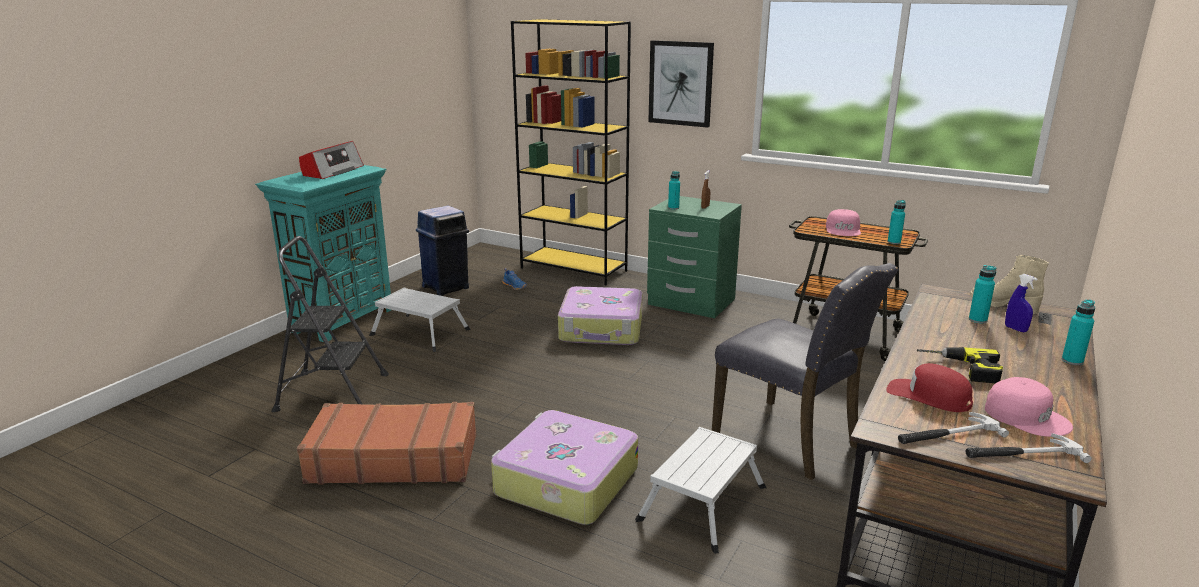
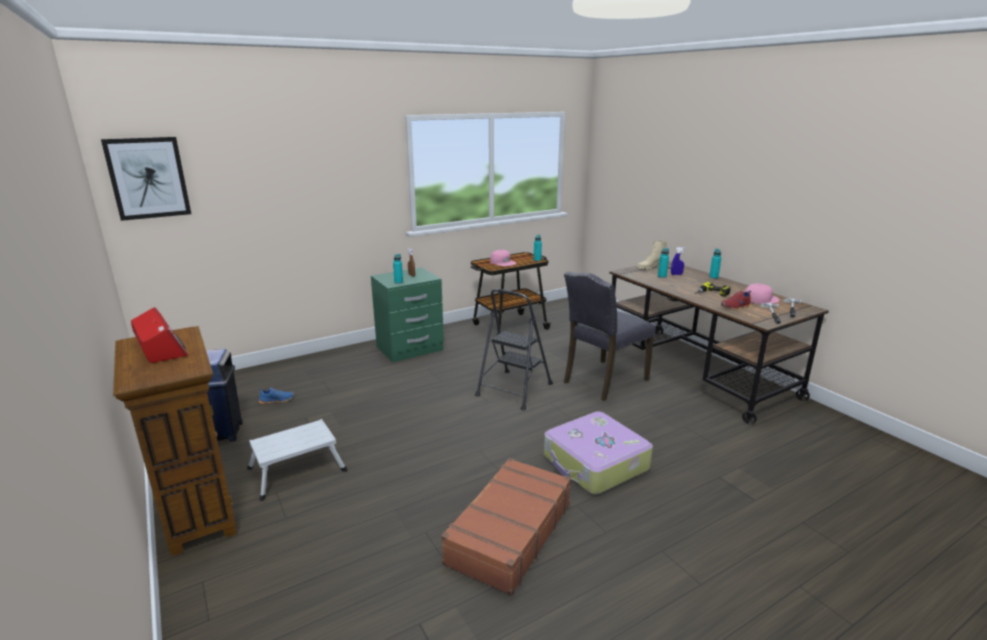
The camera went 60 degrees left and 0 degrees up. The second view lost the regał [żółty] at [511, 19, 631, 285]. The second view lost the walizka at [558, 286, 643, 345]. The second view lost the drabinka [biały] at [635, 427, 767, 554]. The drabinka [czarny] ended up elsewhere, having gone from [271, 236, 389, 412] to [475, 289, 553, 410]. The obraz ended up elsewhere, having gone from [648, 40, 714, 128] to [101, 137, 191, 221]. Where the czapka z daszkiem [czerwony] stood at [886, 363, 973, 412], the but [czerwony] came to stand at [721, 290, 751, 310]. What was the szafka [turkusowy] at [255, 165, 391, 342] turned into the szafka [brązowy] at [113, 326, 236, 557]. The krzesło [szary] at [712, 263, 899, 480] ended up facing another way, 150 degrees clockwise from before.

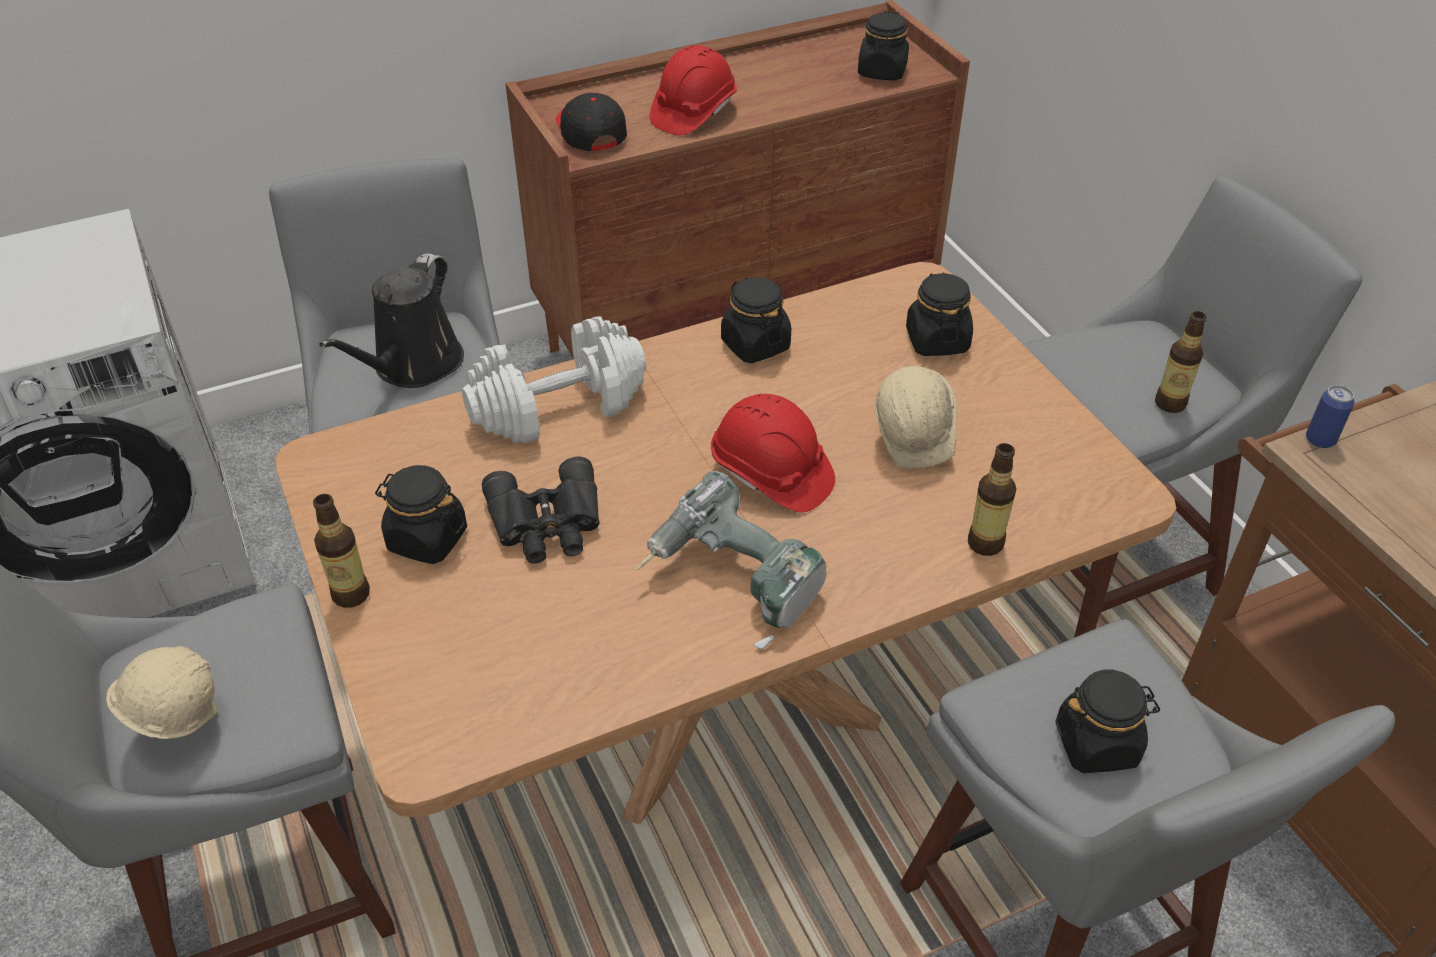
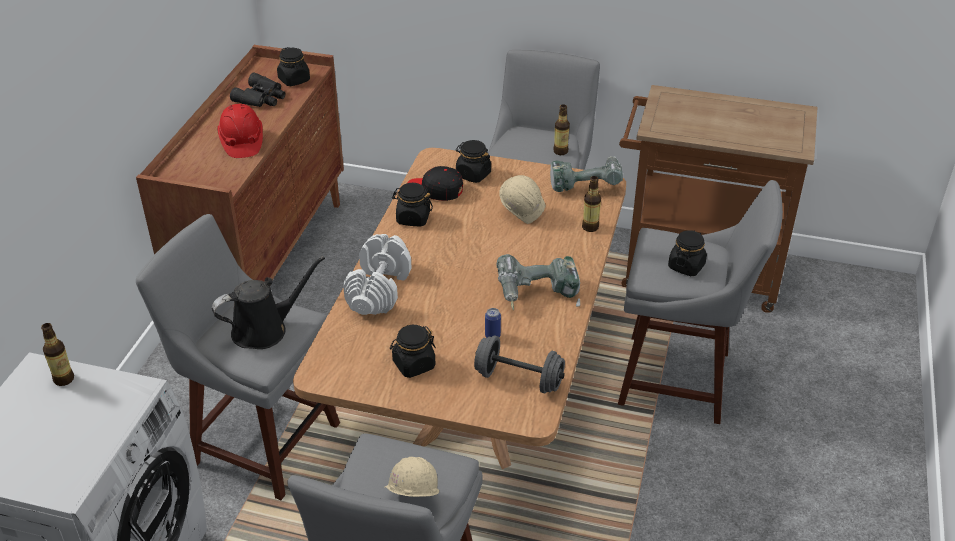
The camera went 50 degrees left and 5 degrees down. The second view lost the kask [czerwony] at [711, 394, 835, 513]. The second view gained the hantel [szary] at [474, 335, 565, 394]. The second view gained the wiertarka at [550, 156, 623, 192]. The butelka ended up elsewhere, having gone from [313, 494, 370, 608] to [41, 323, 74, 386]. The lornetka [czarny] ended up elsewhere, having gone from [482, 457, 600, 564] to [230, 72, 285, 107]. The czapka z daszkiem [czarny] ended up elsewhere, having gone from [556, 93, 627, 151] to [407, 166, 463, 201]. The puszka ended up elsewhere, having gone from [1306, 385, 1355, 448] to [485, 308, 501, 338]. The konewka [czarny] at [320, 253, 464, 388] ended up facing another way, 90 degrees counterclockwise from before.

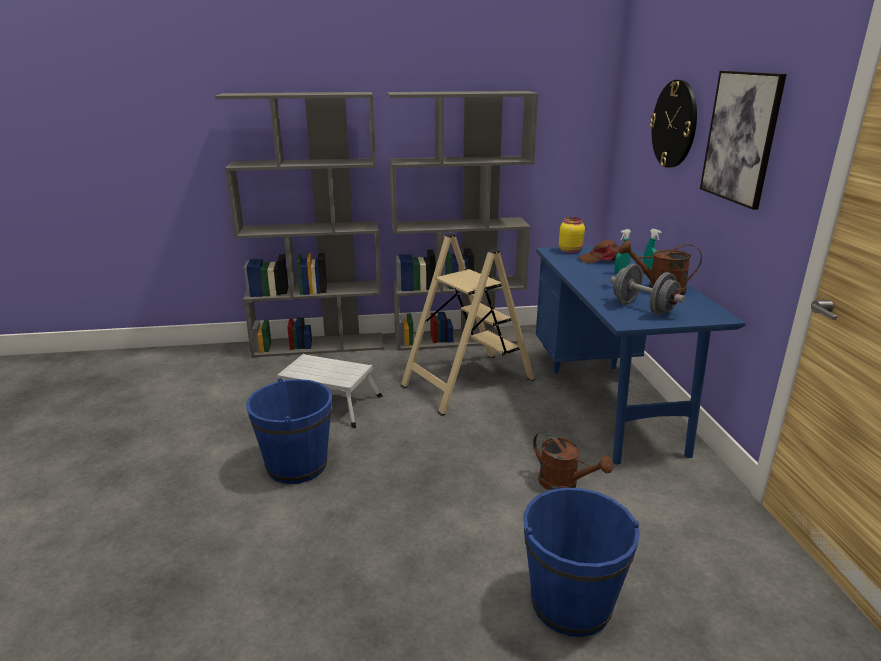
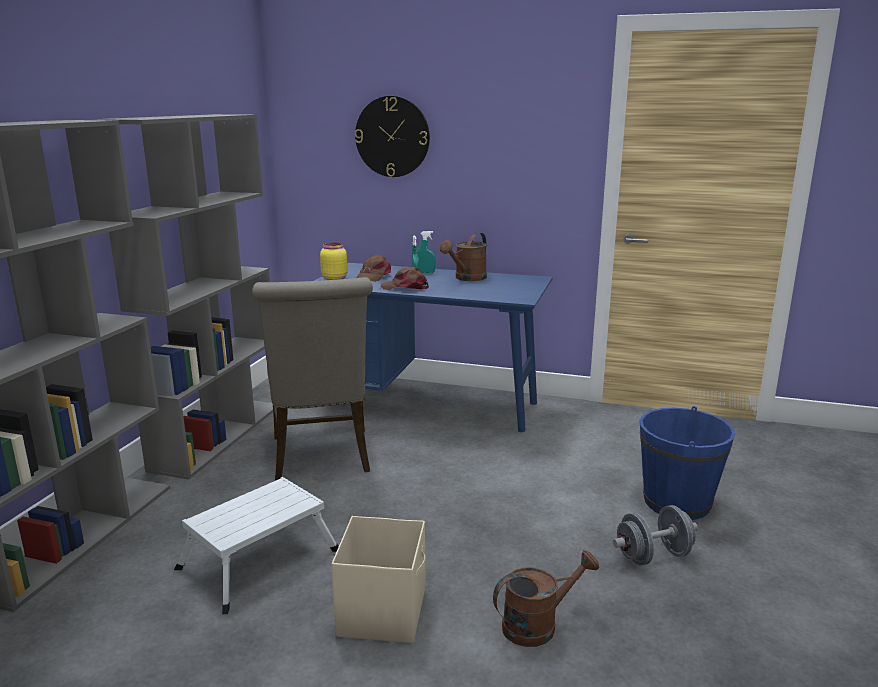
The camera went 65 degrees left and 5 degrees down. The second view lost the obraz at [700, 71, 787, 210]. The second view gained the czapka z daszkiem [brązowy] at [380, 267, 429, 290]. The konewka [brązowy] ended up elsewhere, having gone from [533, 431, 613, 490] to [493, 550, 599, 647]. The hantel [szary] ended up elsewhere, having gone from [610, 264, 685, 315] to [613, 505, 698, 566]. Where the wiadro [niebieski] stood at [246, 378, 332, 484], the pojemnik do przechowywania [beżowy] came to stand at [331, 516, 426, 643]. Where the drabinka [beżowy] stood at [400, 233, 535, 416], the krzesło [beżowy] came to stand at [252, 277, 373, 480].

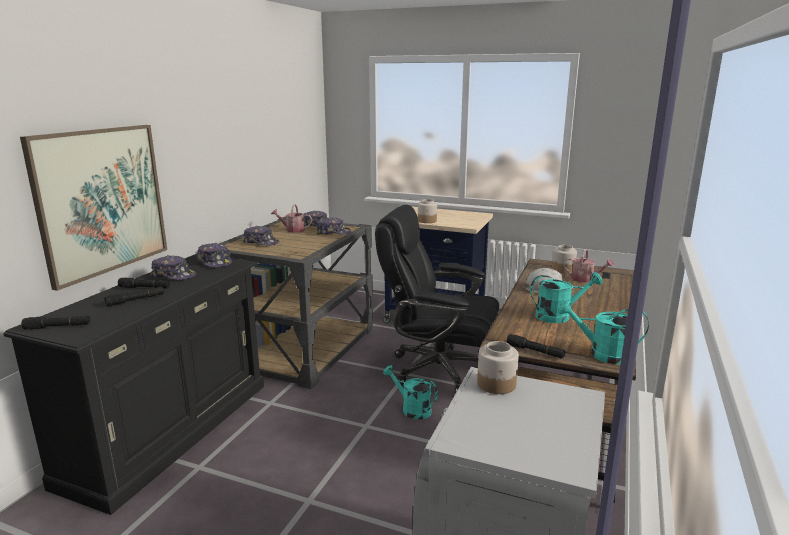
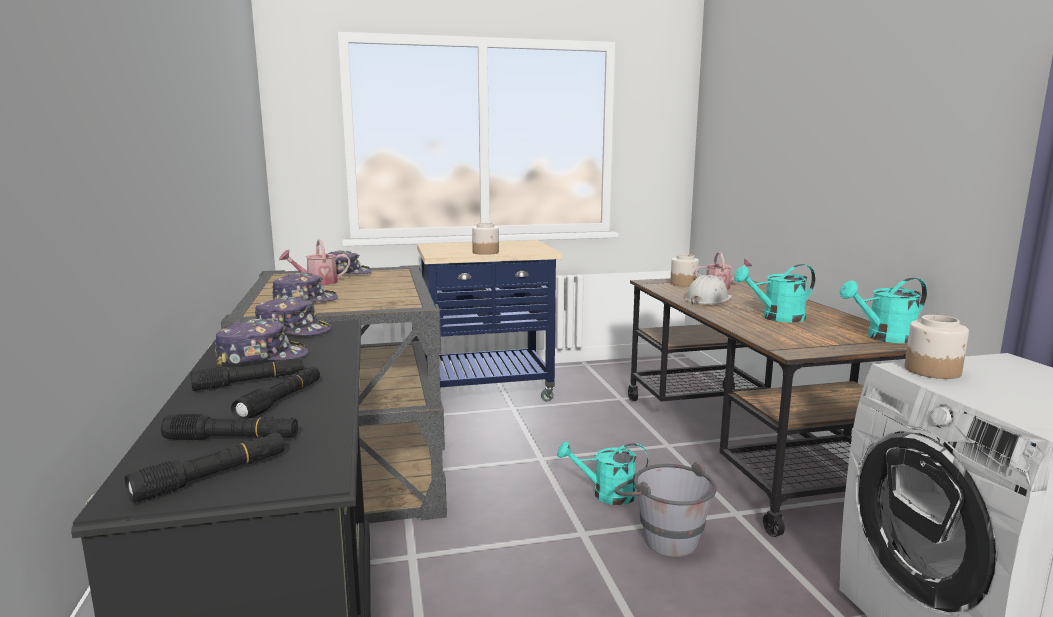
The camera went 35 degrees left and 5 degrees down. The second view lost the obraz at [20, 125, 167, 291]. The second view lost the czapka z daszkiem at [317, 217, 351, 235]. The second view lost the krzesło biurowe [czarny] at [375, 205, 499, 394]. The second view gained the wiadro [szary] at [615, 461, 717, 557]. The latarka [czarny] ended up elsewhere, having gone from [507, 334, 565, 358] to [161, 414, 298, 440]. The konewka [turkusowy] at [530, 272, 603, 323] ended up facing another way, 150 degrees counterclockwise from before.

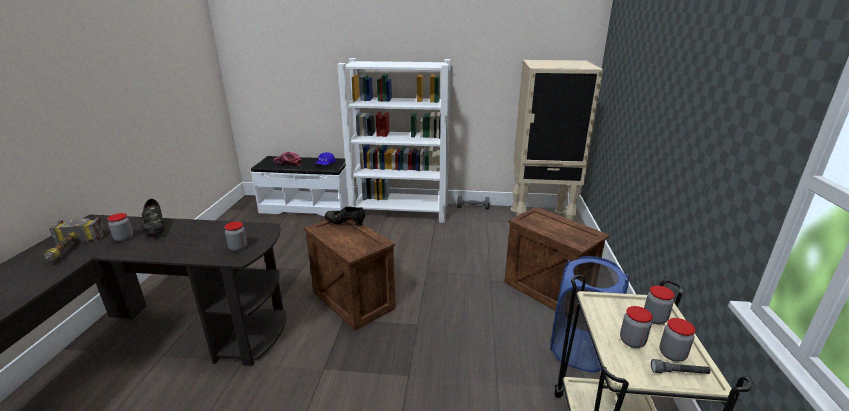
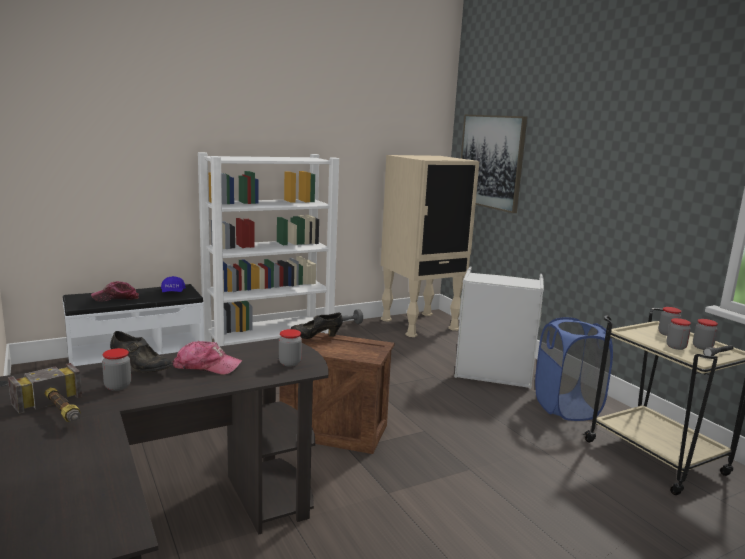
The camera went 35 degrees left and 10 degrees down. The second view gained the czapka z daszkiem at [173, 341, 242, 374]. The second view gained the obraz at [461, 115, 527, 213]. Where the skrzynka stood at [504, 207, 610, 311], the kosz na pranie [szary] came to stand at [454, 266, 544, 389].

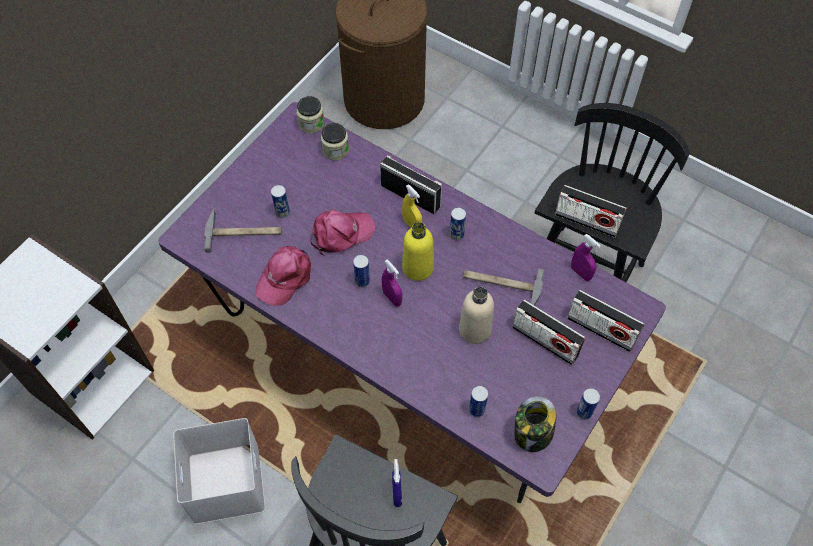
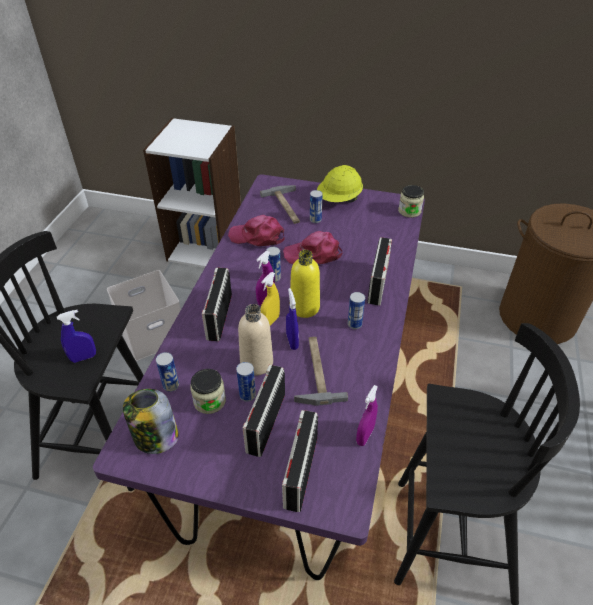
The camera went 70 degrees right and 15 degrees down. The second view gained the spryskiwacz [niebieski] at [286, 288, 299, 350]. The second view gained the kask [żółty] at [317, 165, 363, 202]. The słoik ended up elsewhere, having gone from [321, 123, 349, 160] to [190, 369, 226, 414]. The spryskiwacz [żółty] ended up elsewhere, having gone from [402, 184, 422, 228] to [260, 272, 280, 326]. The radio ended up elsewhere, having gone from [555, 185, 627, 238] to [202, 268, 232, 341]. The puszka ended up elsewhere, having gone from [576, 388, 600, 420] to [236, 362, 256, 402]. The czapka z daszkiem [różowy] at [311, 210, 375, 256] ended up facing another way, 135 degrees clockwise from before.

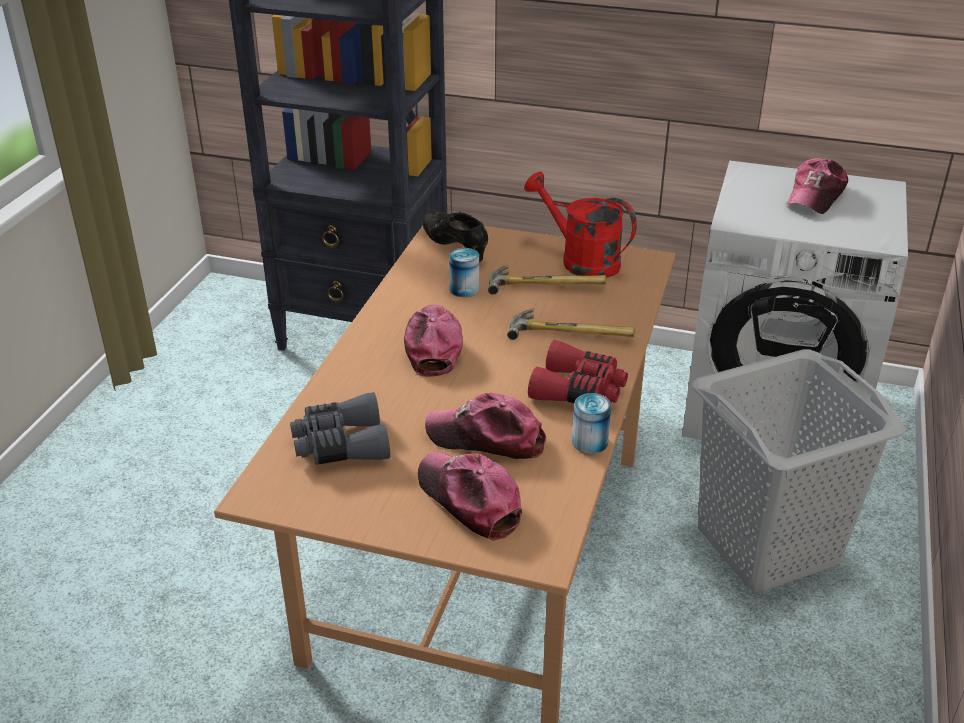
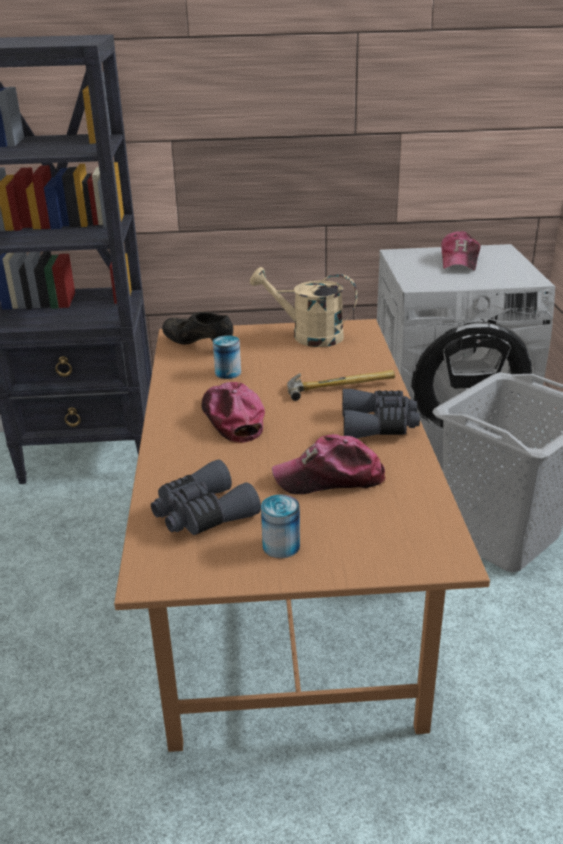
The camera went 20 degrees left and 5 degrees down. The second view lost the czapka z daszkiem at [418, 451, 522, 541]. The second view lost the młotek at [488, 265, 606, 295]. The puszka ended up elsewhere, having gone from [572, 393, 611, 454] to [261, 494, 300, 558]. What was the konewka [czerwony] at [524, 172, 637, 278] turned into the konewka [beżowy] at [250, 267, 358, 347]. What was the lornetka [czerwony] at [528, 340, 628, 403] turned into the lornetka [szary] at [342, 389, 420, 438].

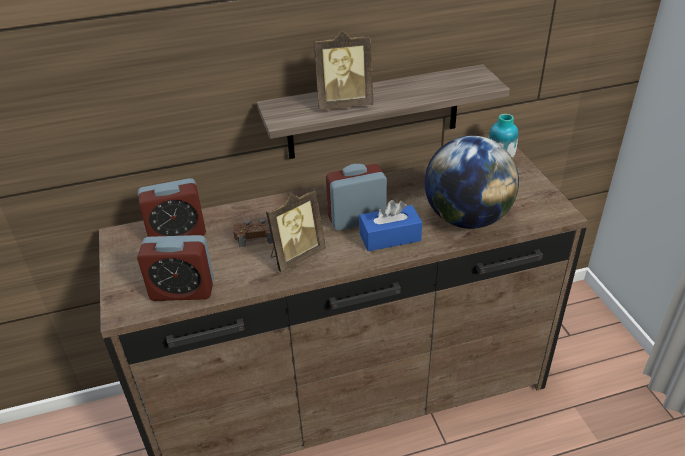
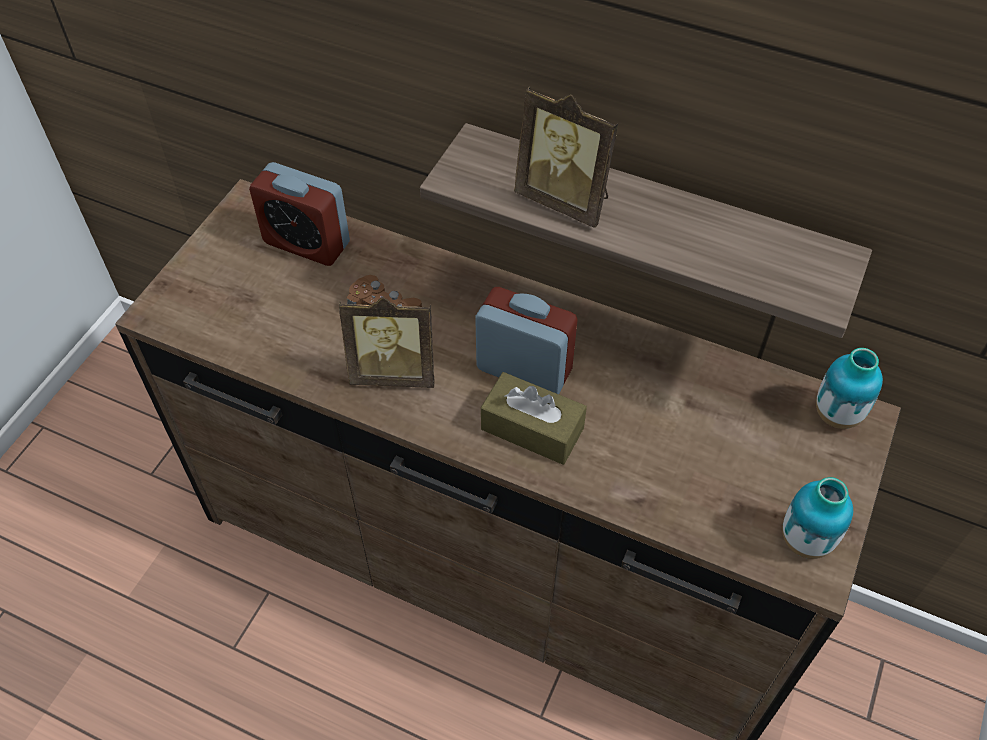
The camera went 40 degrees right and 15 degrees up. The second view lost the budzik at [137, 235, 214, 301]. The second view lost the globus at [424, 136, 519, 229]. The second view gained the wazon at [782, 477, 853, 559]. What was the pudełko chusteczek [niebieski] at [359, 200, 422, 251] turned into the pudełko chusteczek [brązowy] at [481, 372, 587, 465].

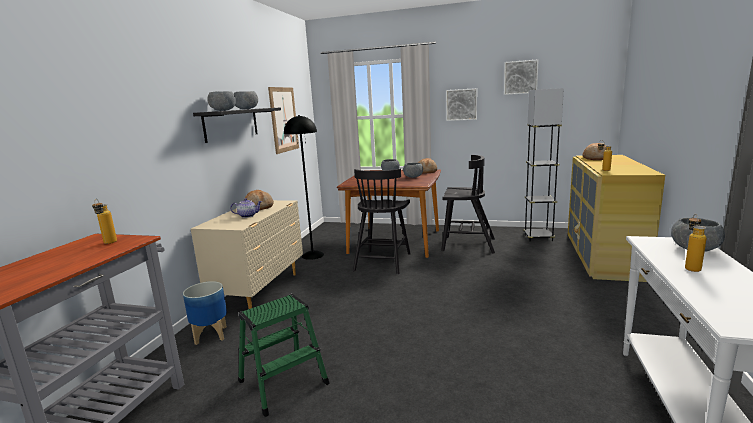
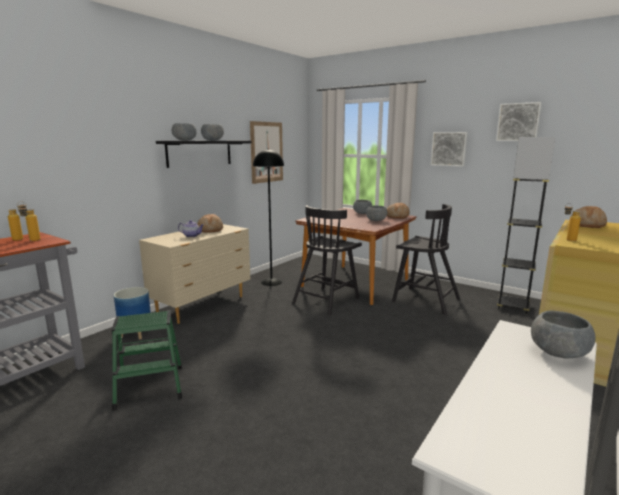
The camera went 20 degrees right and 0 degrees up. The butelka ended up elsewhere, having gone from [685, 214, 707, 272] to [8, 201, 27, 241].

